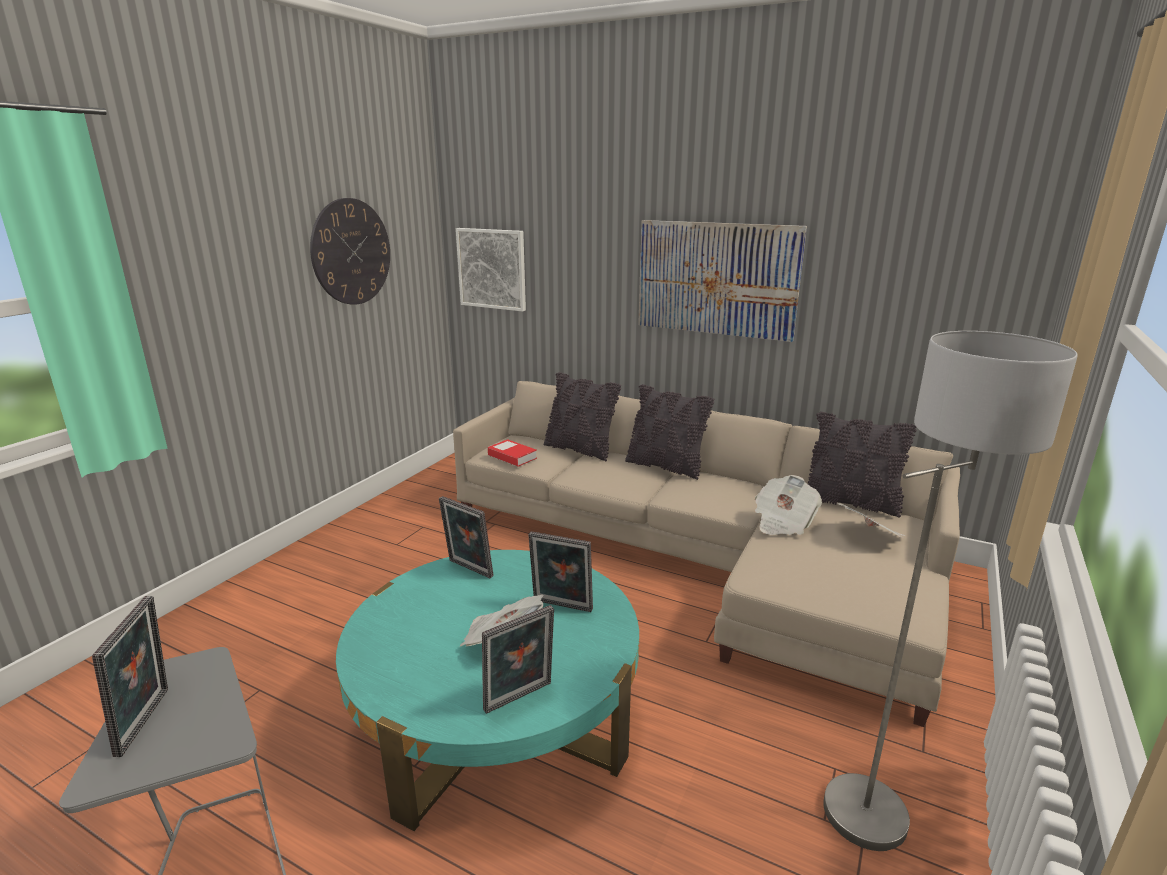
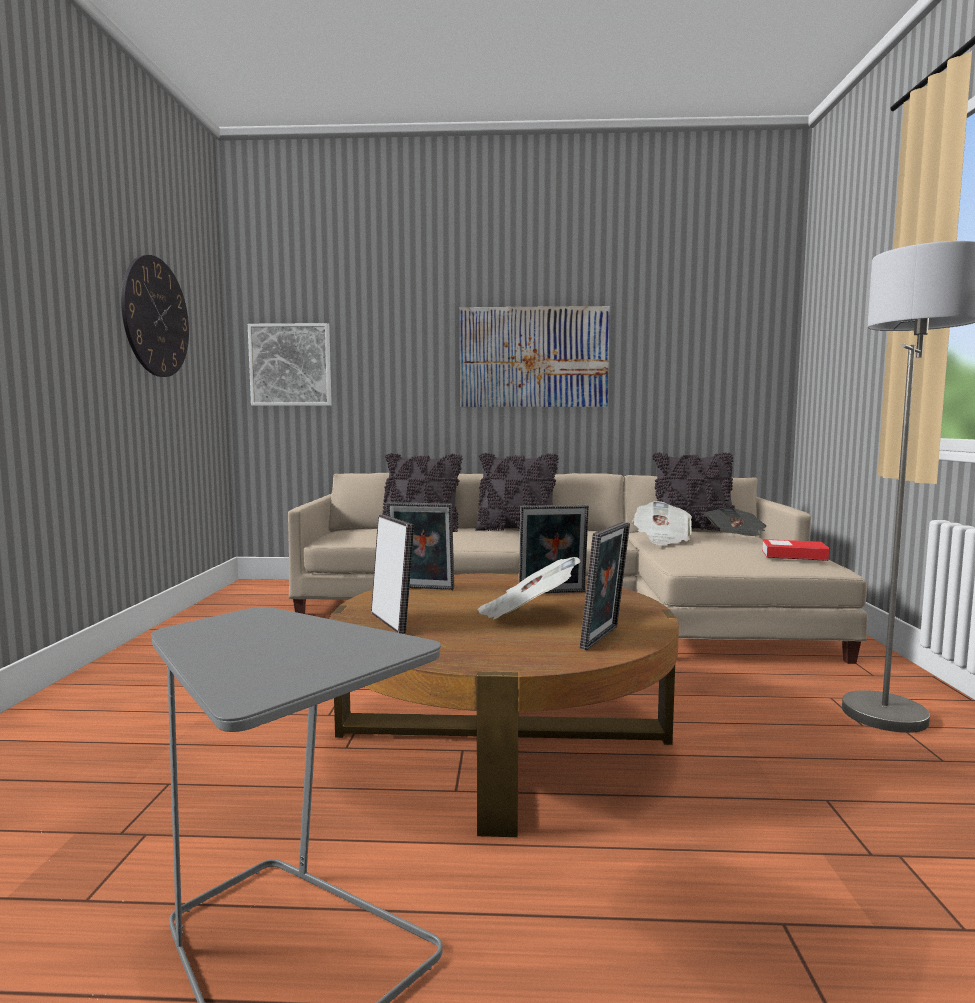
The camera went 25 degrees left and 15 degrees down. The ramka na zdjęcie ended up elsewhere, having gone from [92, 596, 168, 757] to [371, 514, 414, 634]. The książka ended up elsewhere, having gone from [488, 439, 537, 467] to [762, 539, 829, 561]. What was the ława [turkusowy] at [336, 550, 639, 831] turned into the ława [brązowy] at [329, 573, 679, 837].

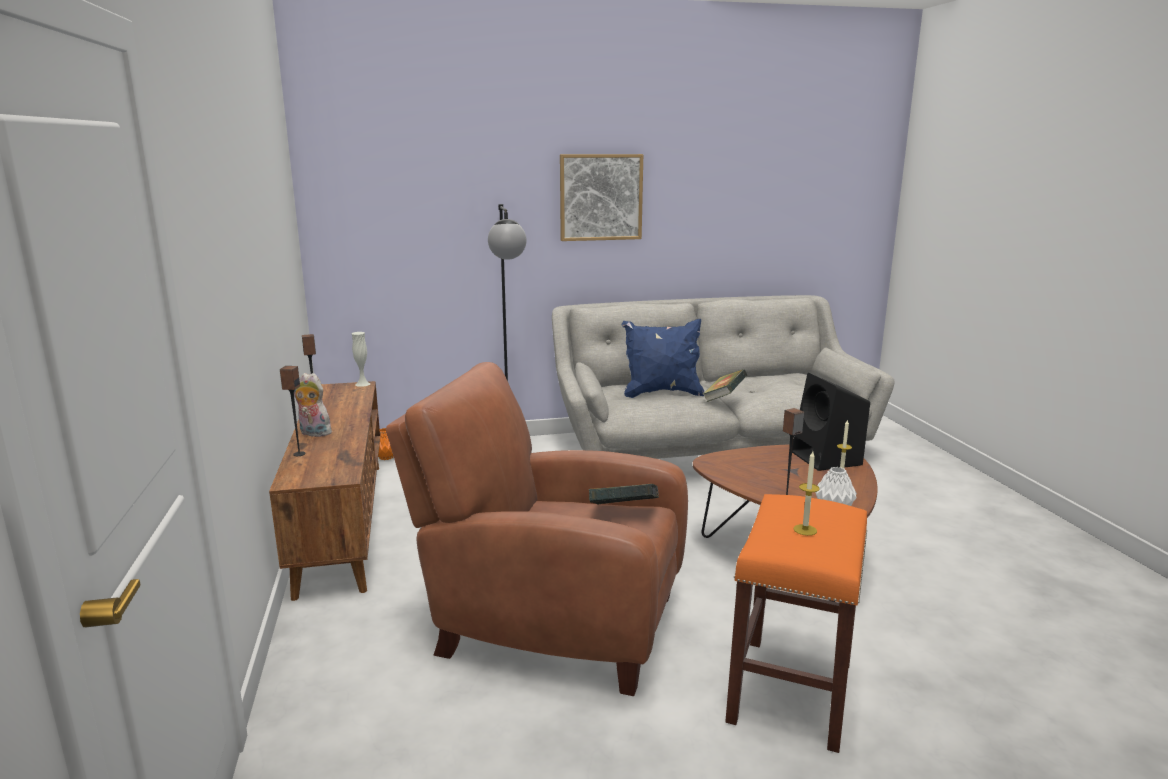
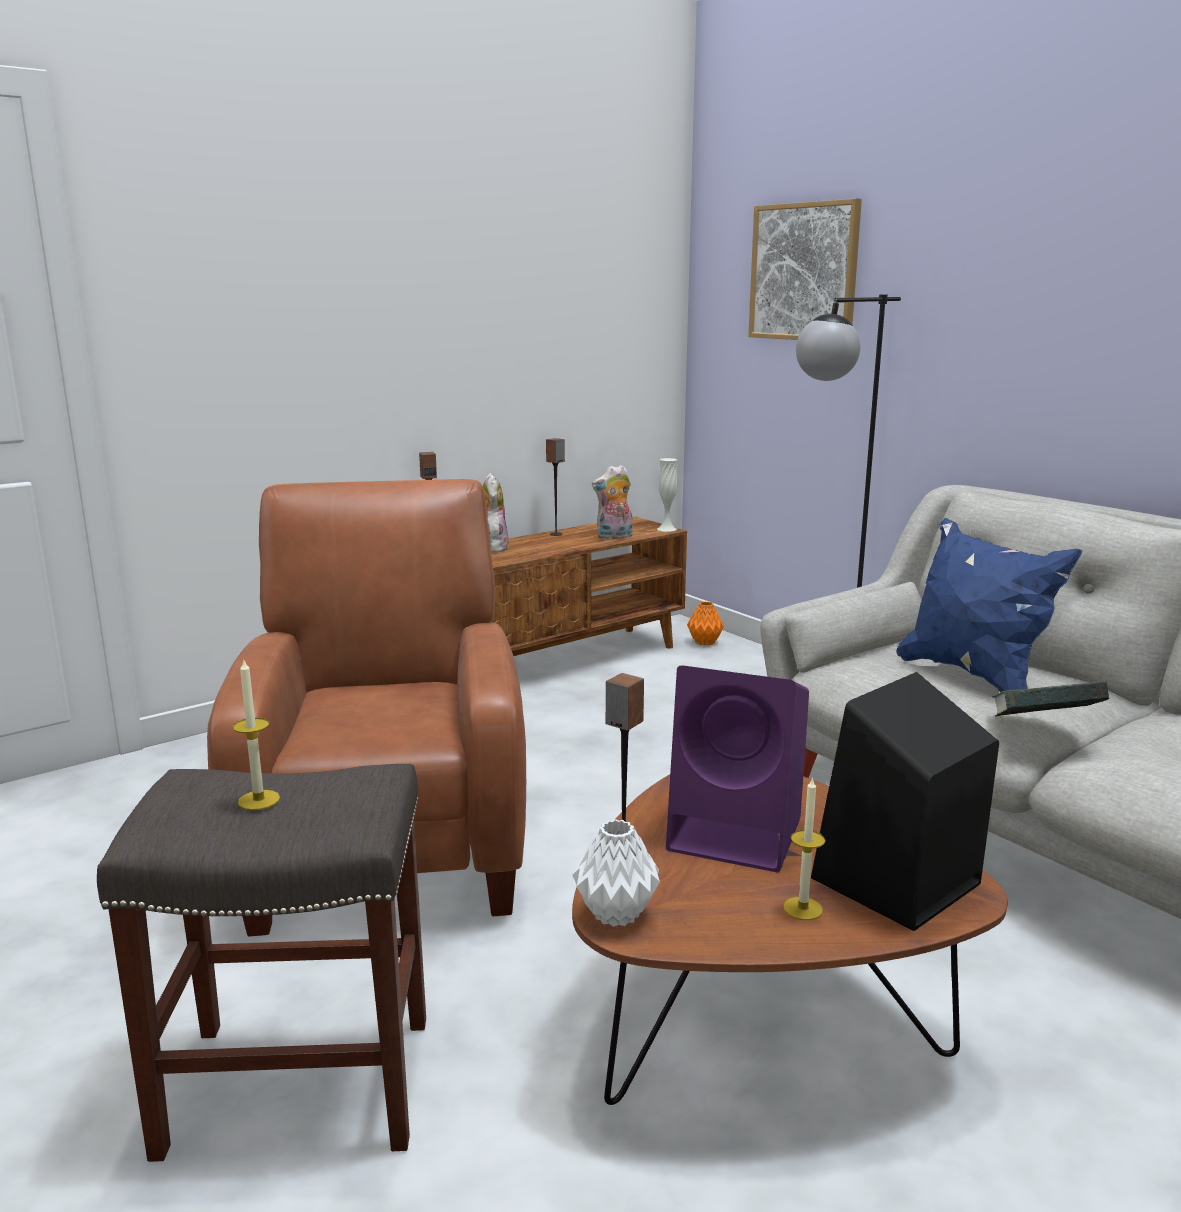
The camera went 65 degrees right and 0 degrees up. The second view lost the książka at [589, 484, 659, 505]. The second view gained the pluszak at [592, 465, 633, 539]. The second view gained the głośnik [fioletowy] at [666, 665, 809, 873]. The obraz ended up elsewhere, having gone from [560, 154, 643, 241] to [748, 199, 862, 340]. What was the stołek [pomarańczowy] at [725, 494, 867, 753] turned into the stołek [szary] at [97, 764, 426, 1162].

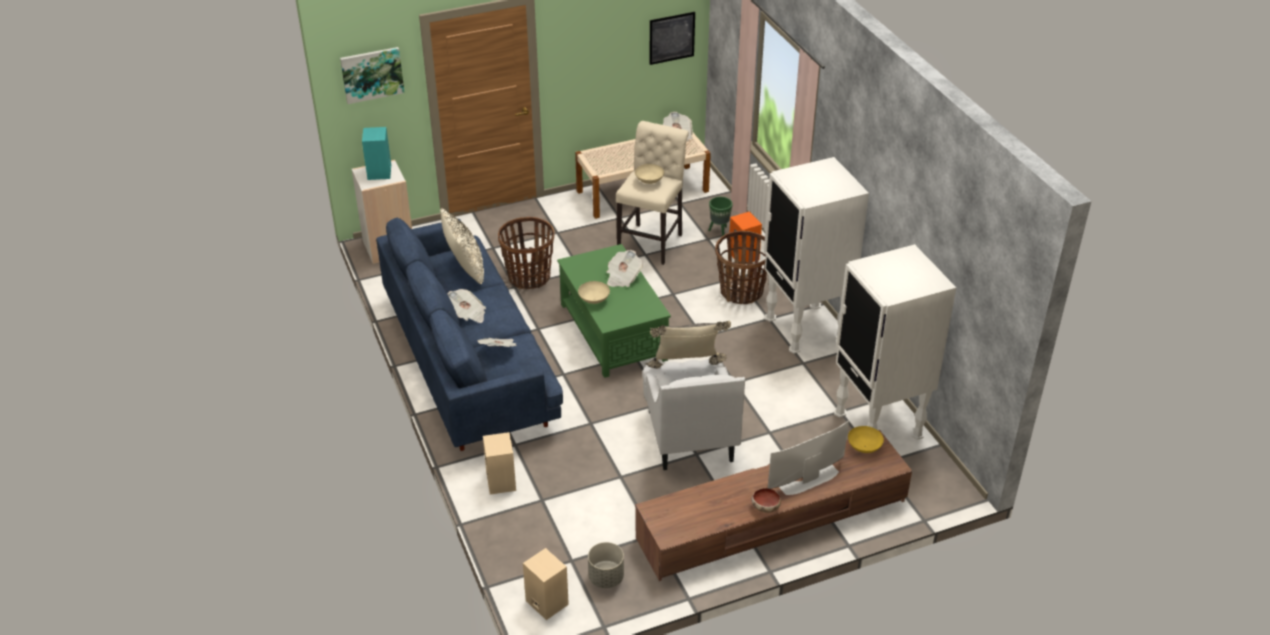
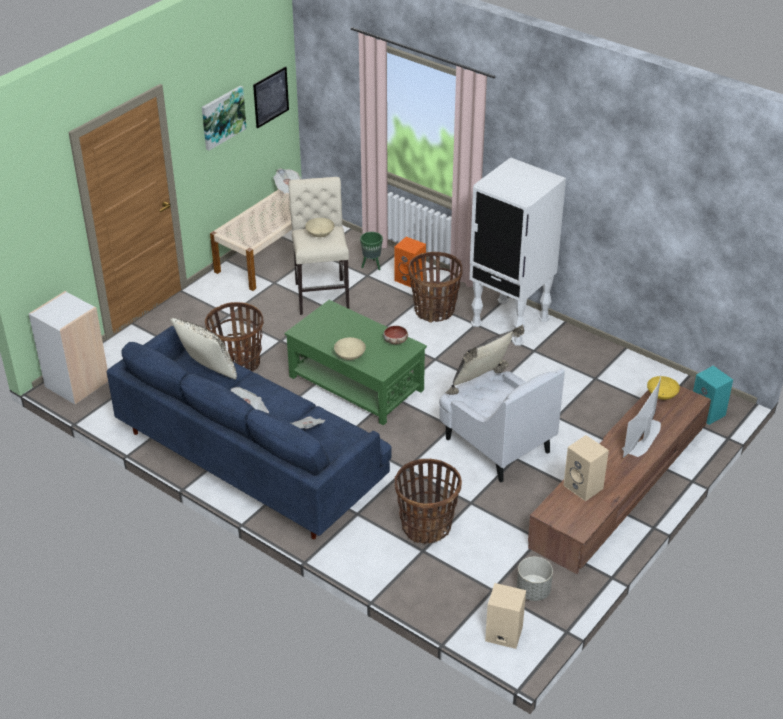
The camera went 30 degrees left and 0 degrees up. The second view lost the gazeta at [607, 250, 643, 287]. The second view lost the szafka [biały] at [834, 244, 956, 440]. The second view gained the koszyk at [395, 459, 462, 544]. The obraz ended up elsewhere, having gone from [340, 47, 404, 104] to [202, 86, 247, 151]. The głośnik [turkusowy] ended up elsewhere, having gone from [362, 127, 391, 180] to [693, 366, 733, 425]. The głośnik [beżowy] ended up elsewhere, having gone from [483, 432, 516, 495] to [563, 435, 609, 501]. The miska ended up elsewhere, having gone from [752, 488, 781, 513] to [383, 326, 408, 344].

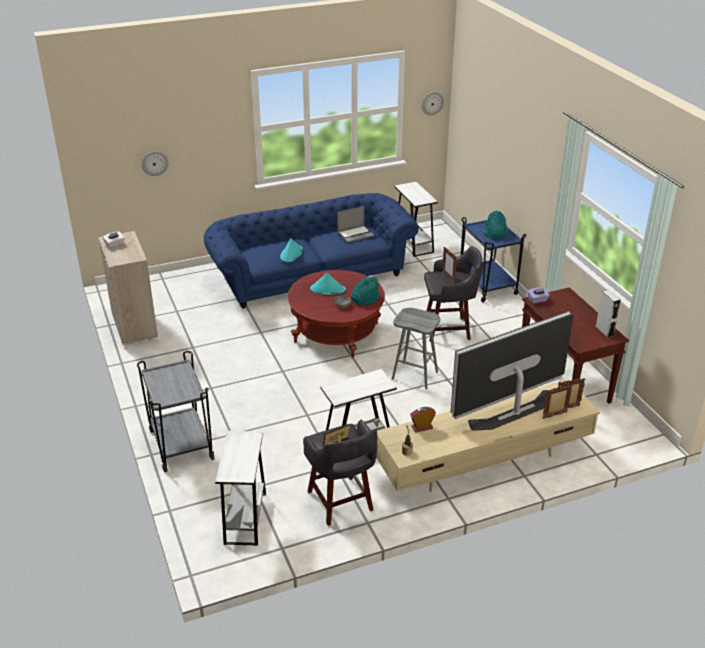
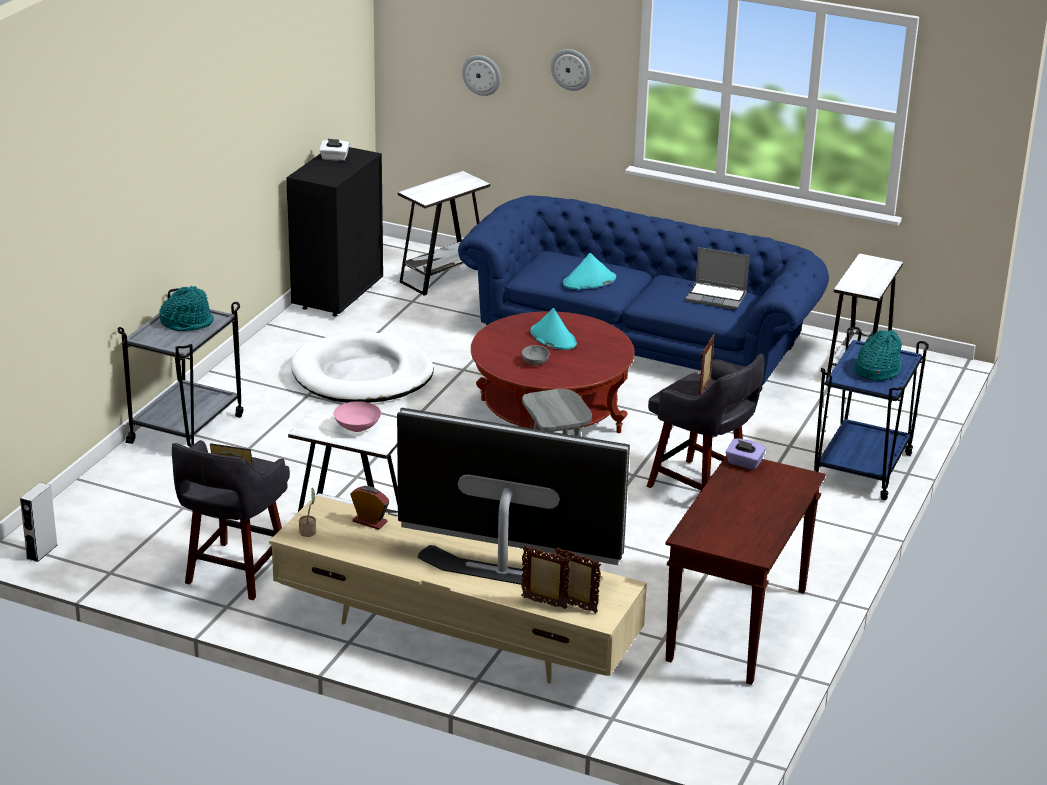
The camera went 45 degrees right and 5 degrees down. The second view gained the legowisko [biały] at [291, 332, 434, 403]. The second view gained the miska [różowy] at [334, 401, 381, 432]. The stolik [biały] ended up elsewhere, having gone from [215, 431, 266, 546] to [398, 171, 490, 296]. The kapelusz [turkusowy] ended up elsewhere, having gone from [351, 276, 380, 305] to [159, 286, 214, 331]. The zegar ścienny ended up elsewhere, having gone from [422, 92, 444, 116] to [551, 49, 591, 91]. The głośnik [szary] ended up elsewhere, having gone from [596, 290, 621, 338] to [20, 482, 57, 562]. What was the szafka [beżowy] at [98, 231, 158, 345] turned into the szafka [czarny] at [286, 147, 383, 316].

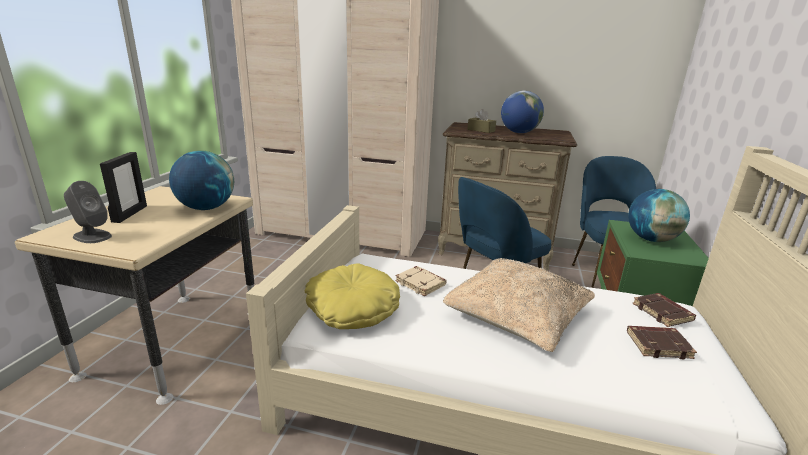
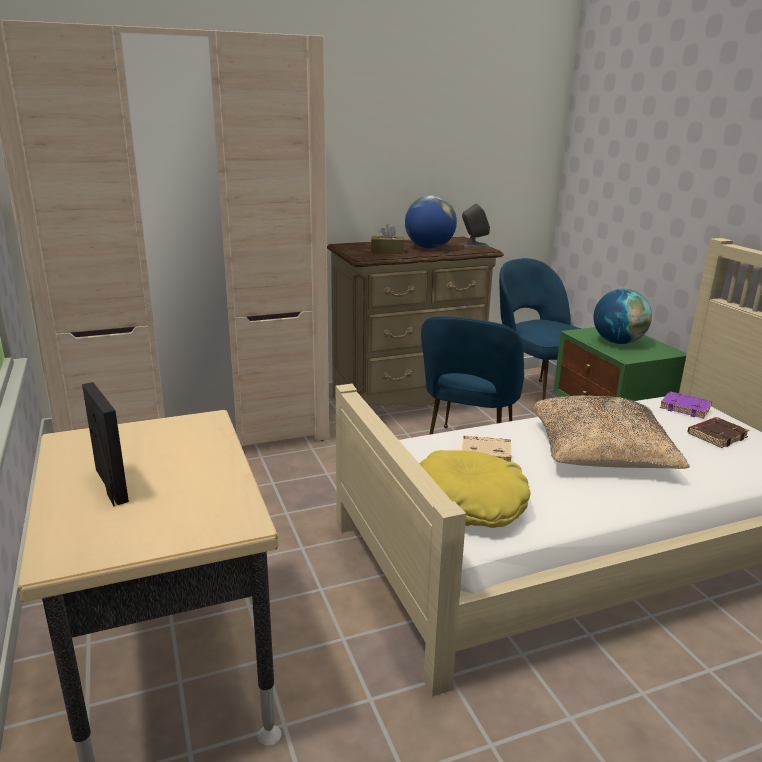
The camera went 35 degrees left and 0 degrees up. The second view lost the globus at [169, 150, 234, 210]. The głośnik [szary] ended up elsewhere, having gone from [64, 181, 112, 243] to [461, 203, 490, 248]. What was the książka [brązowy] at [632, 293, 696, 327] turned into the książka [fioletowy] at [660, 391, 712, 419].

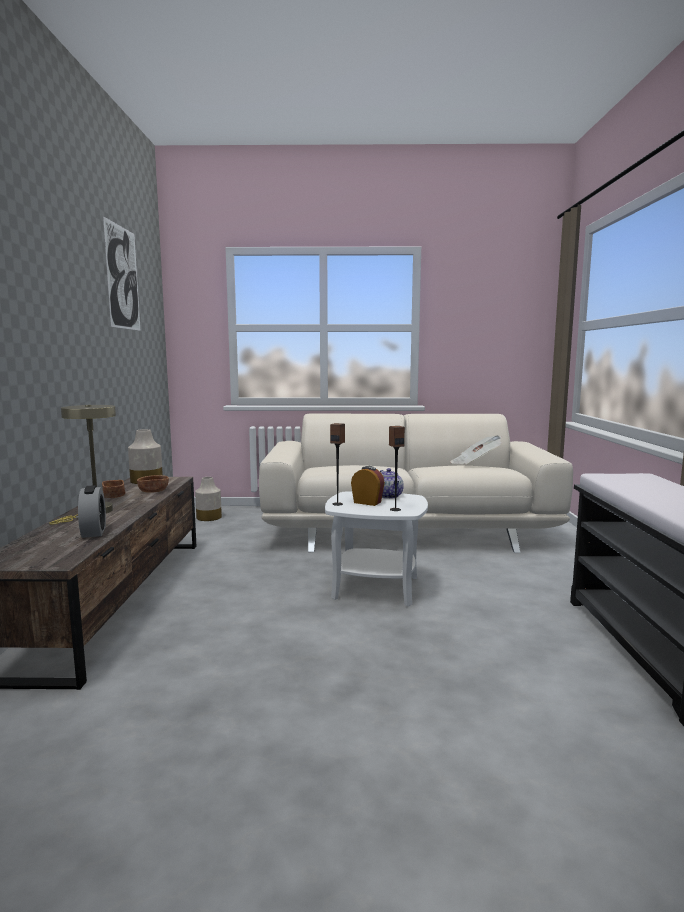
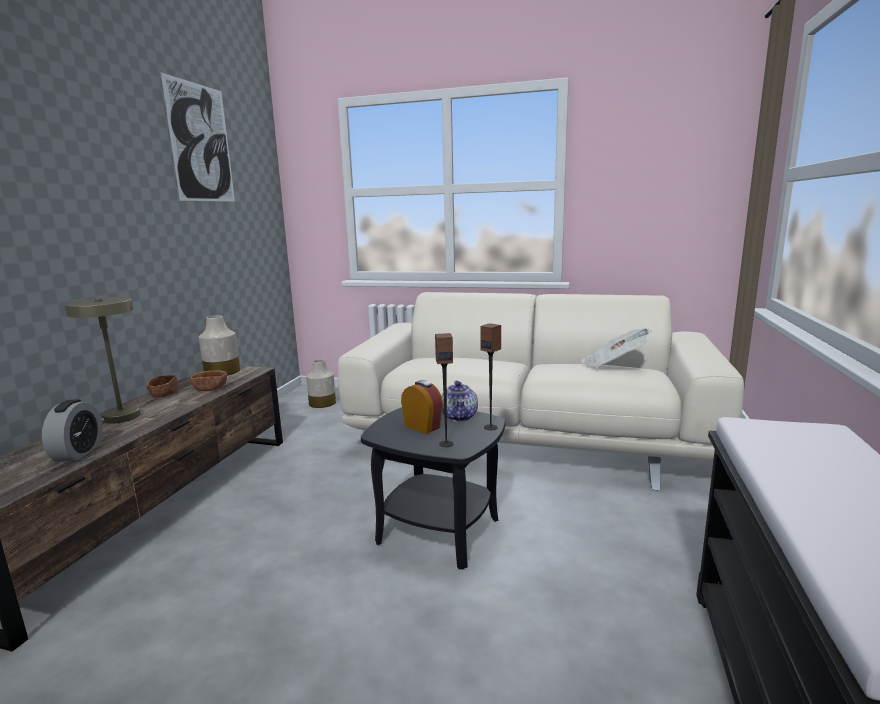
The camera went 15 degrees right and 5 degrees up. The głośnik ended up elsewhere, having gone from [330, 423, 345, 506] to [480, 323, 501, 430]. What was the stolik [biały] at [325, 491, 428, 606] turned into the stolik [czarny] at [361, 407, 505, 570].

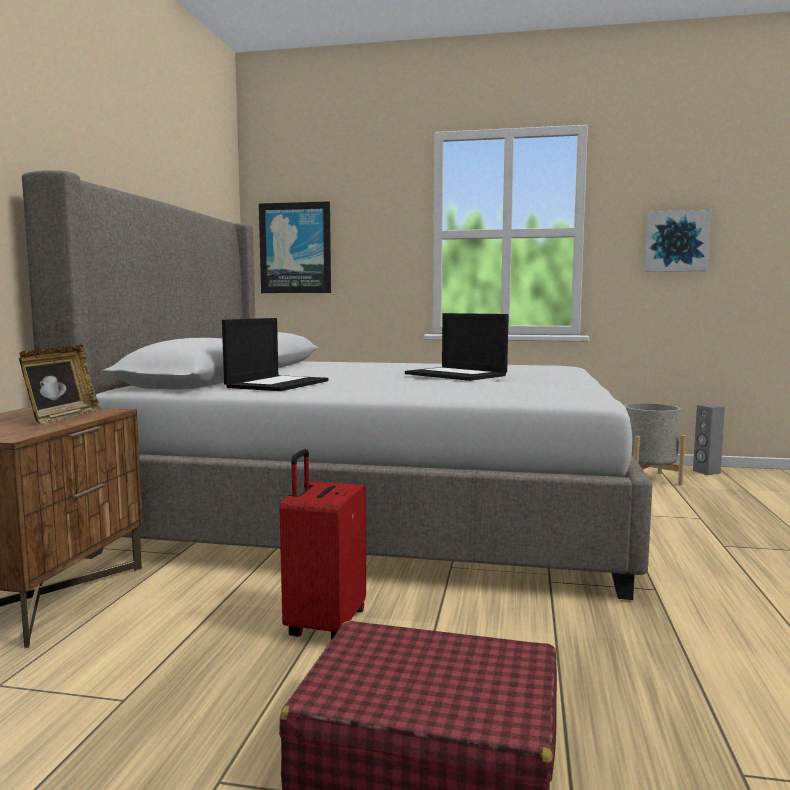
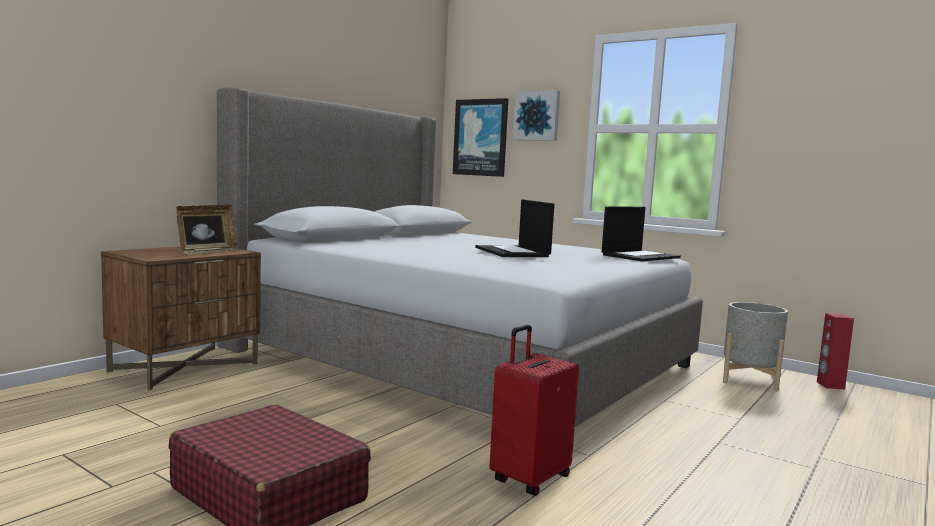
The camera went 25 degrees right and 0 degrees up. The laptop ended up elsewhere, having gone from [222, 318, 328, 391] to [602, 206, 681, 261]. The walizka [czerwony] ended up elsewhere, having gone from [280, 449, 366, 640] to [489, 325, 579, 496]. The obraz ended up elsewhere, having gone from [644, 210, 712, 272] to [513, 90, 560, 141]. What was the głośnik [szary] at [693, 404, 725, 475] turned into the głośnik [czerwony] at [817, 313, 854, 389].

